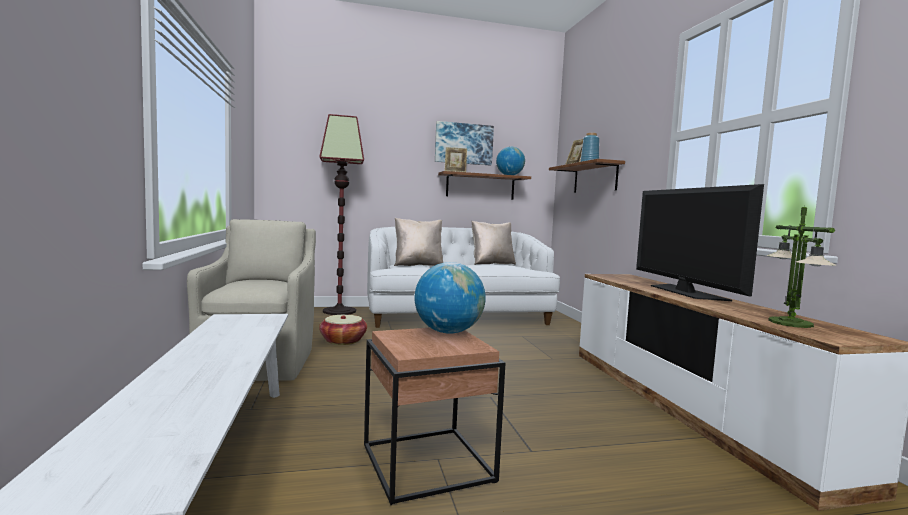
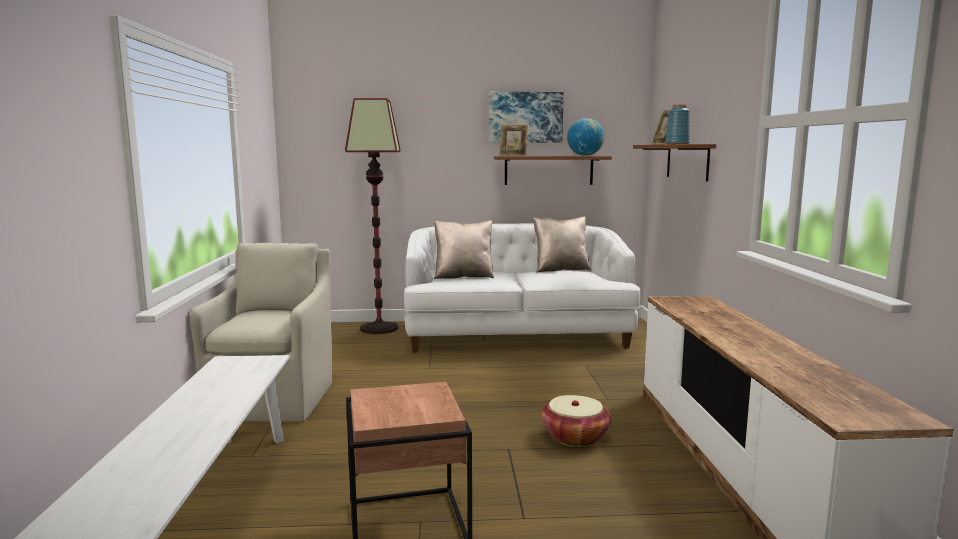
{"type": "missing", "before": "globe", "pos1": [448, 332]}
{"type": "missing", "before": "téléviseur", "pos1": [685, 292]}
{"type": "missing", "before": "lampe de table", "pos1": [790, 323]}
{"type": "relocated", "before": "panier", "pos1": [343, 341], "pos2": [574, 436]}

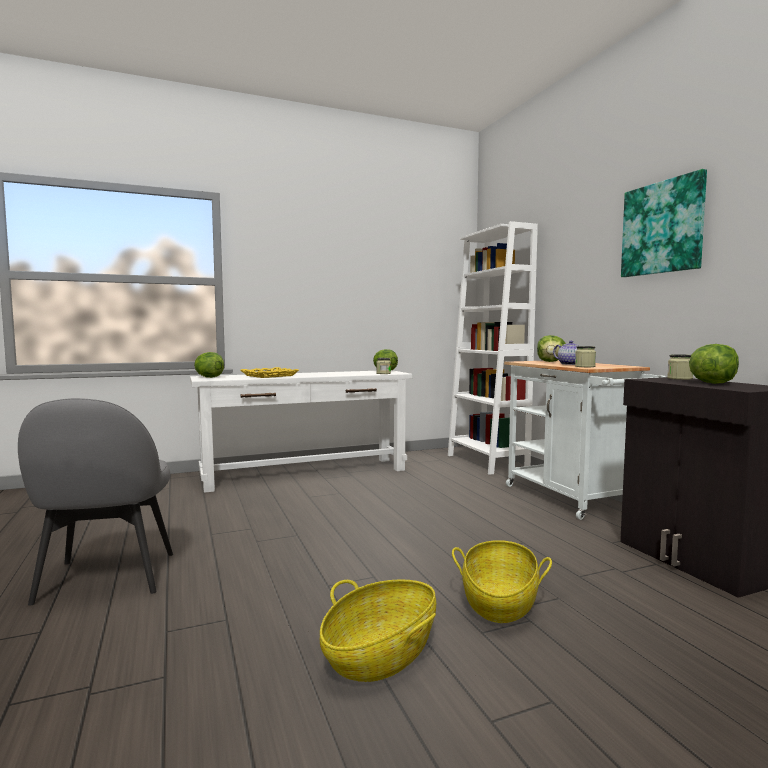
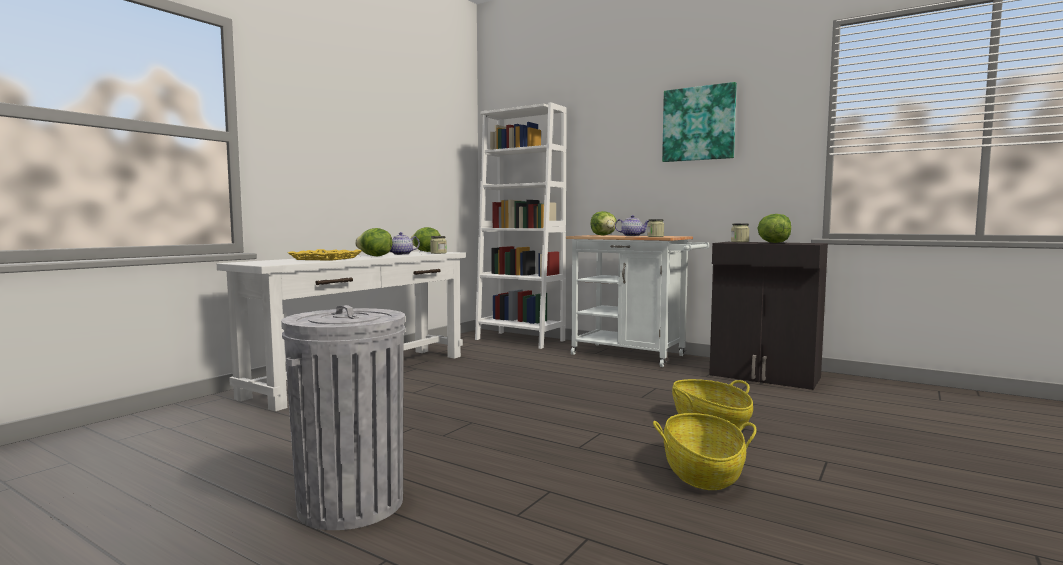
{"type": "appeared", "after": "théière", "pos2": [400, 254]}
{"type": "relocated", "before": "laitue", "pos1": [208, 377], "pos2": [375, 256]}
{"type": "exchanged", "before": "chaise (gris)", "after": "poubelle (gris)", "pos1": [106, 579], "pos2": [351, 504]}

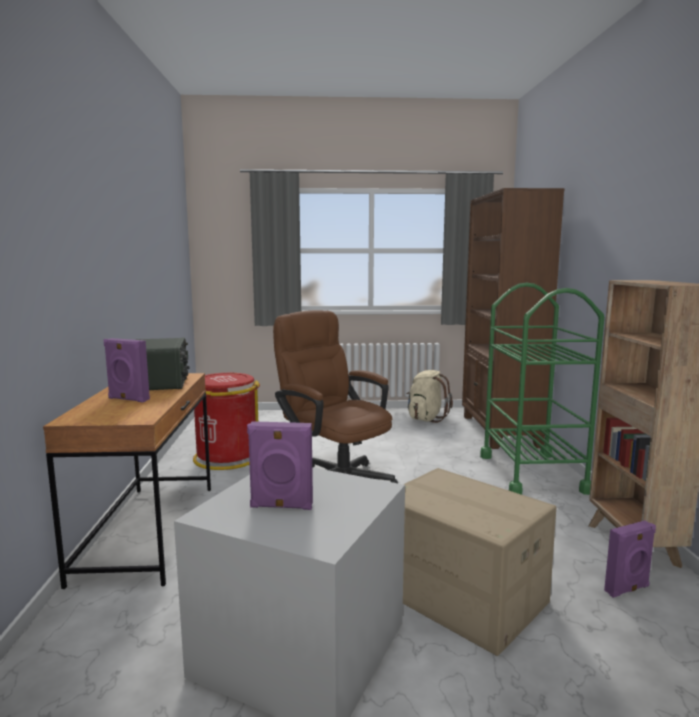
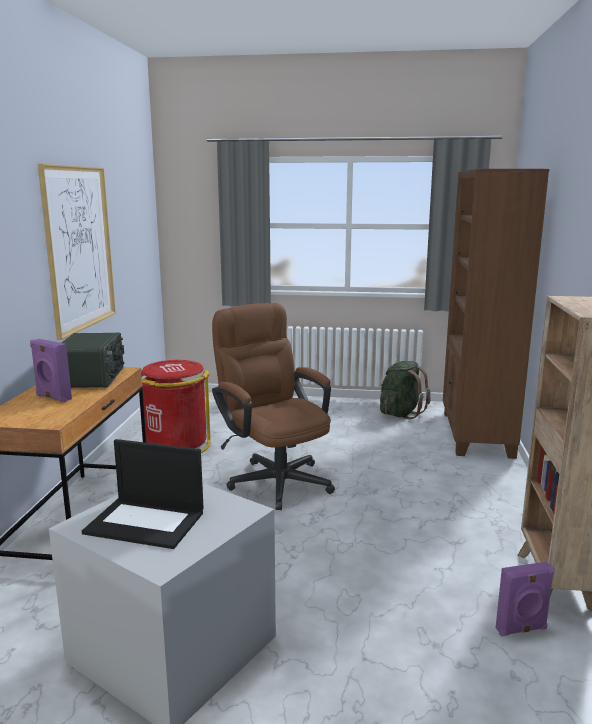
{"type": "missing", "before": "carton", "pos1": [460, 596]}
{"type": "missing", "before": "chariot (vert)", "pos1": [532, 473]}
{"type": "appeared", "after": "tableau", "pos2": [79, 248]}
{"type": "exchanged", "before": "enceinte (violet)", "after": "ordinateur portable", "pos1": [281, 506], "pos2": [147, 522]}
{"type": "colour", "before": "sac à dos (beige)", "after": "sac à dos (vert)", "pos1": [426, 418], "pos2": [400, 413]}

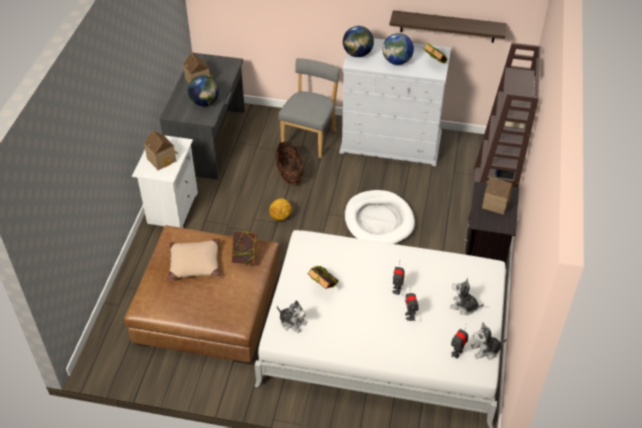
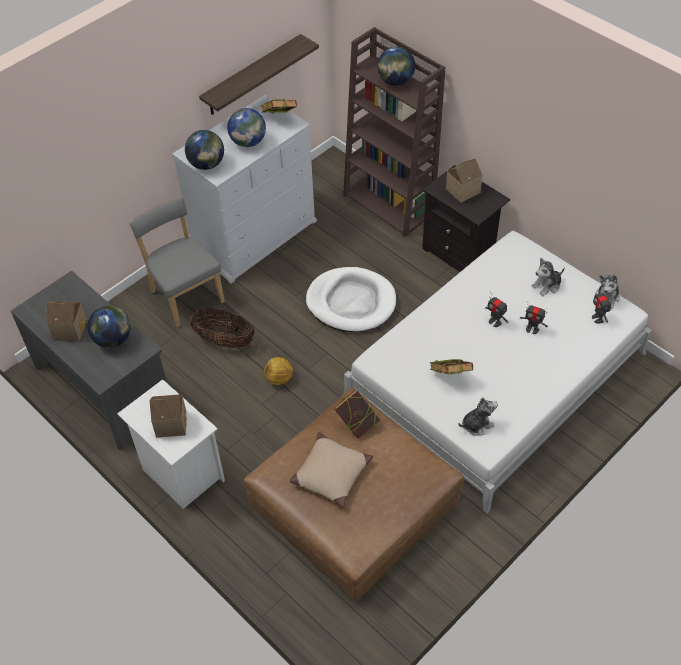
{"type": "appeared", "after": "globe", "pos2": [395, 81]}

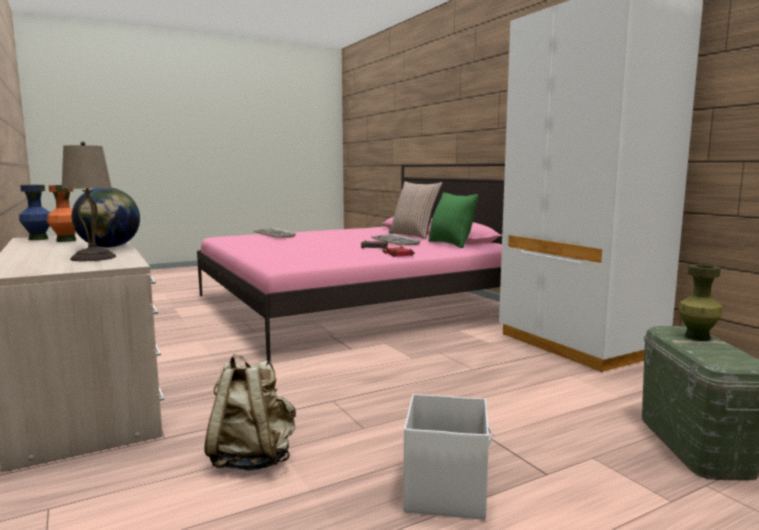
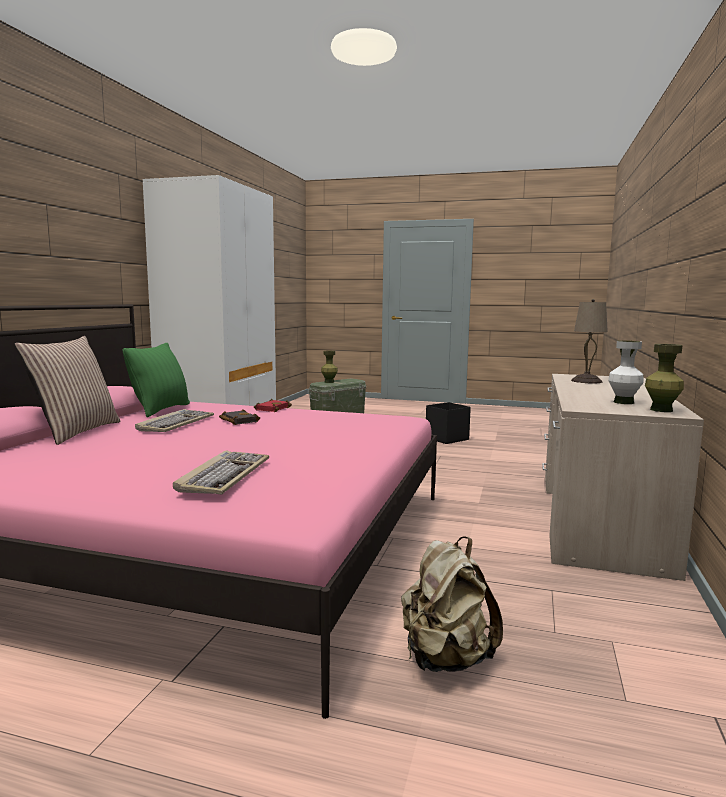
{"type": "missing", "before": "globe", "pos1": [109, 247]}
{"type": "relocated", "before": "sac à dos (beige)", "pos1": [252, 458], "pos2": [445, 659]}
{"type": "colour", "before": "vase (bleu)", "after": "vase (vert)", "pos1": [38, 239], "pos2": [661, 410]}
{"type": "colour", "before": "vase (orange)", "after": "vase (blanc)", "pos1": [66, 240], "pos2": [623, 402]}
{"type": "colour", "before": "boîte de rangement (blanc)", "after": "boîte de rangement (noir)", "pos1": [446, 491], "pos2": [446, 439]}

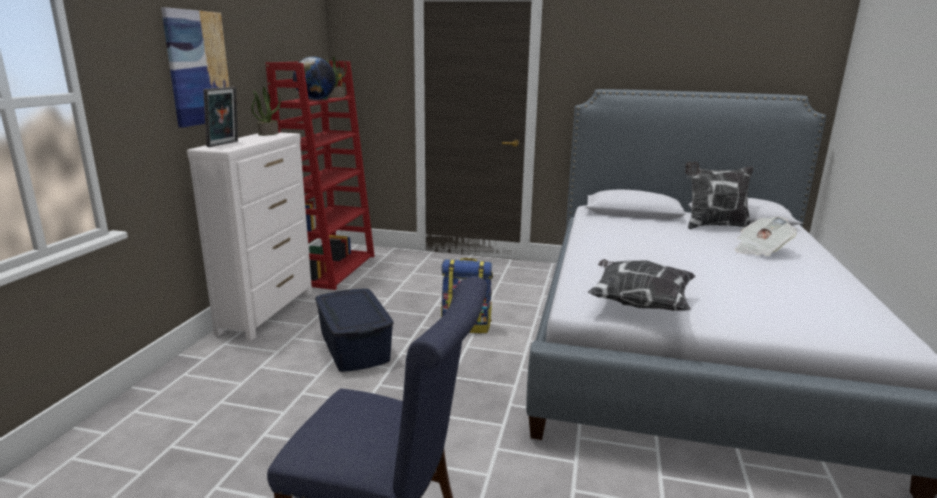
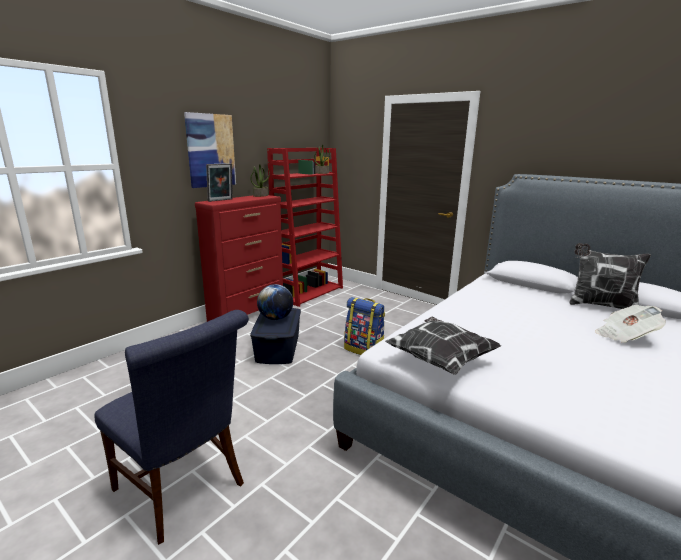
{"type": "relocated", "before": "globe", "pos1": [315, 100], "pos2": [275, 318]}
{"type": "colour", "before": "commode (blanc)", "after": "commode (rouge)", "pos1": [268, 311], "pos2": [247, 313]}

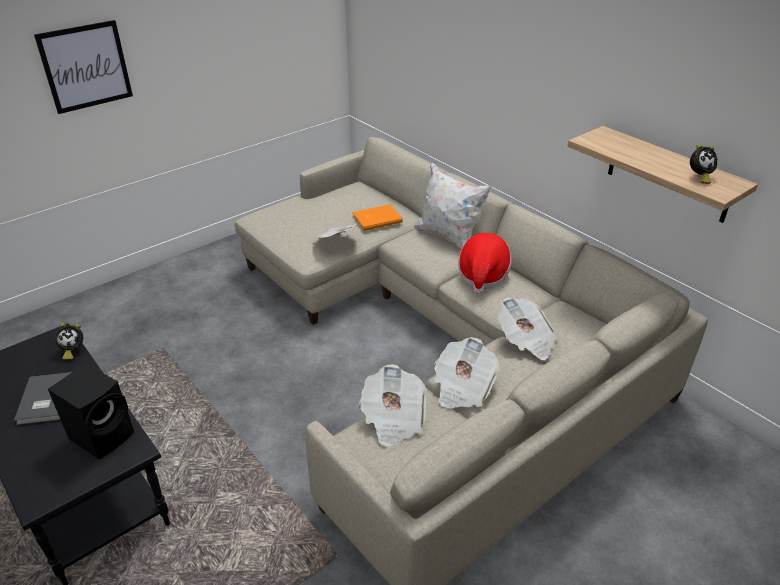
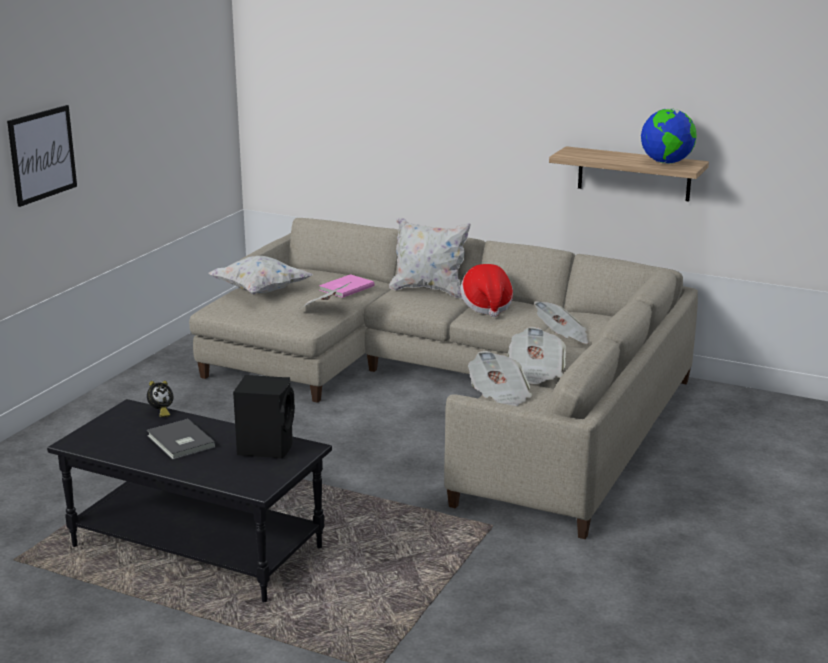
{"type": "appeared", "after": "coussin (blanc)", "pos2": [260, 291]}
{"type": "exchanged", "before": "réveil", "after": "globe", "pos1": [698, 177], "pos2": [666, 163]}
{"type": "colour", "before": "livre (orange)", "after": "livre (rose)", "pos1": [376, 218], "pos2": [345, 288]}

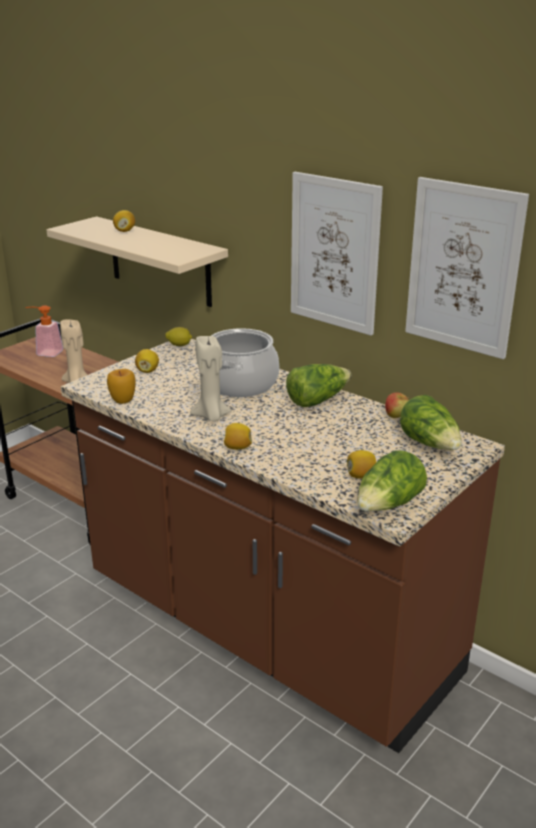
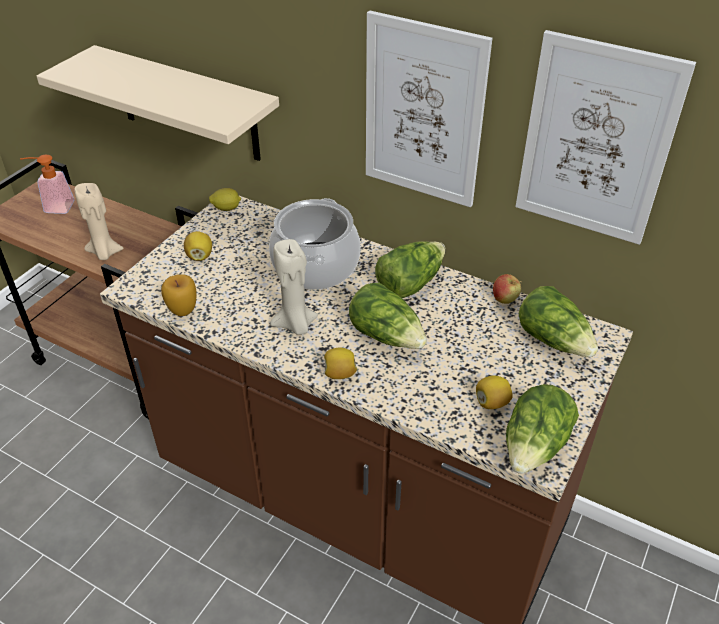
{"type": "missing", "before": "citron", "pos1": [124, 231]}
{"type": "appeared", "after": "laitue", "pos2": [387, 336]}

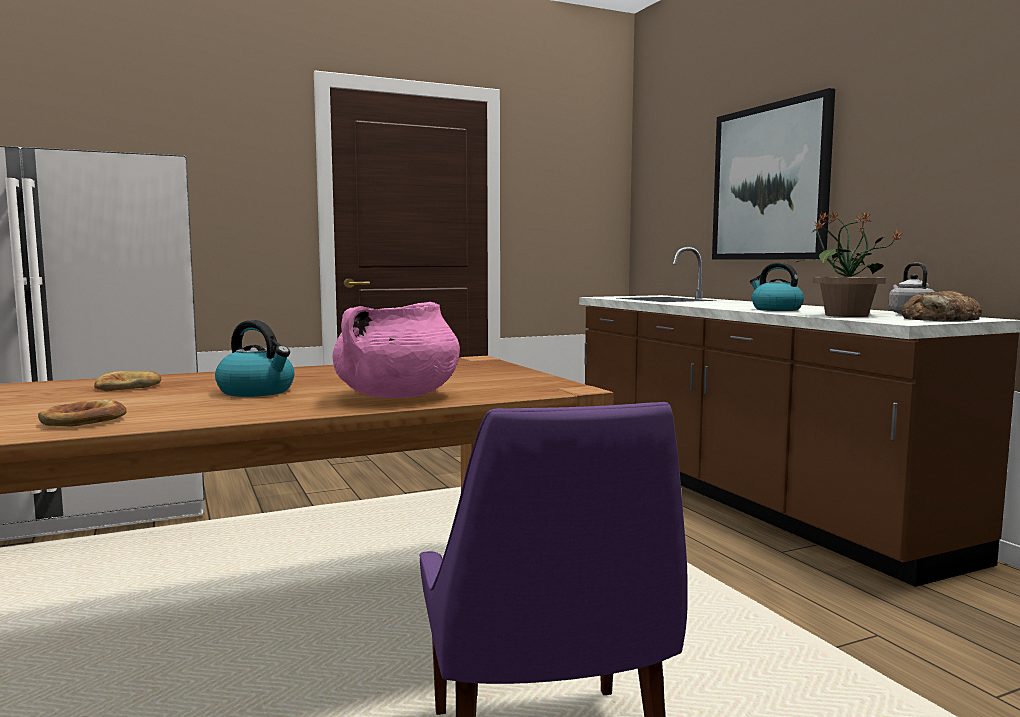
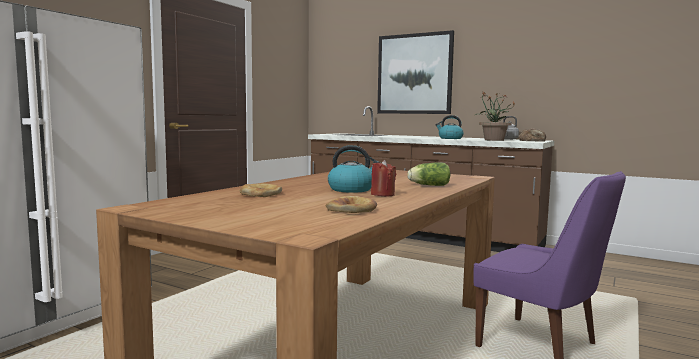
{"type": "appeared", "after": "bougie (rouge)", "pos2": [382, 194]}
{"type": "exchanged", "before": "marmite (rose)", "after": "laitue", "pos1": [397, 396], "pos2": [428, 185]}

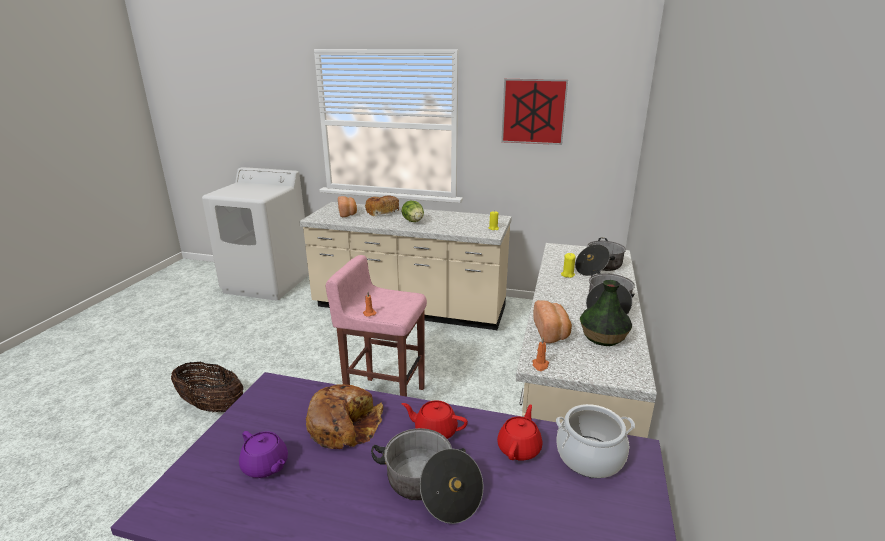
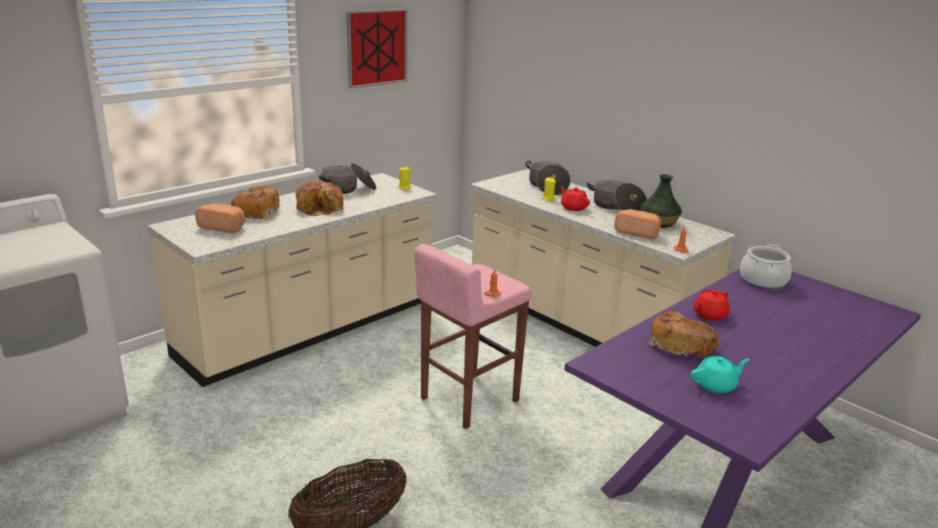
{"type": "relocated", "before": "marmite", "pos1": [430, 487], "pos2": [348, 189]}
{"type": "relocated", "before": "théière (rouge)", "pos1": [519, 448], "pos2": [573, 208]}
{"type": "exchanged", "before": "laitue", "after": "pain", "pos1": [413, 221], "pos2": [320, 208]}
{"type": "colour", "before": "théière (violet)", "after": "théière (turquoise)", "pos1": [265, 466], "pos2": [716, 385]}

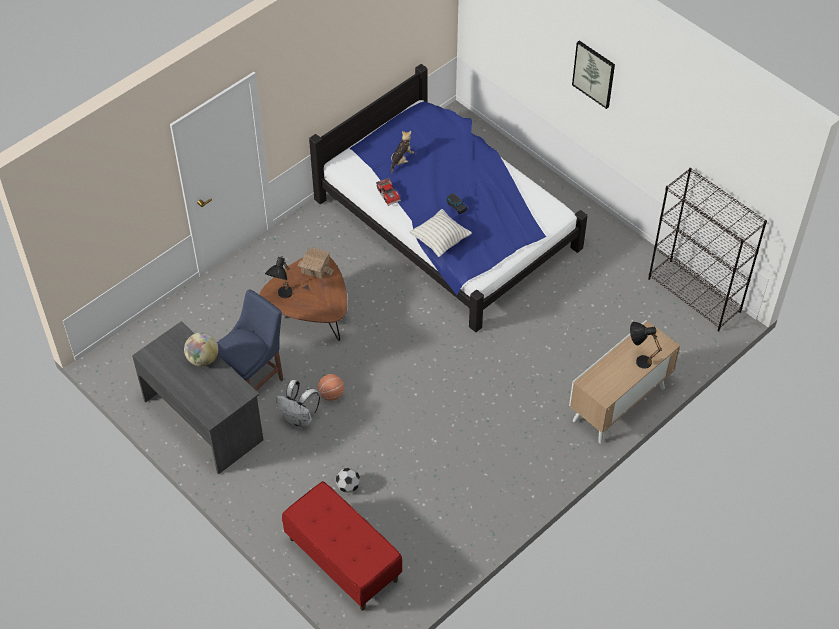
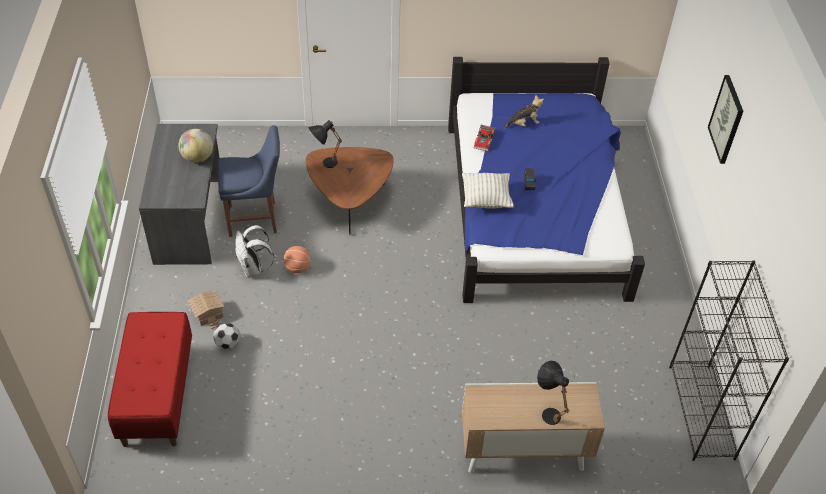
{"type": "relocated", "before": "maison miniature", "pos1": [315, 267], "pos2": [208, 313]}

